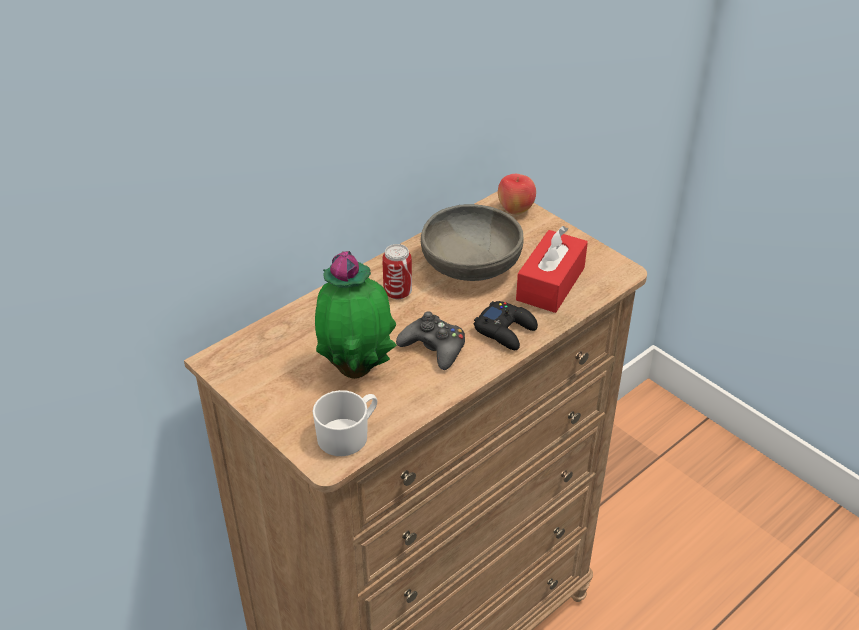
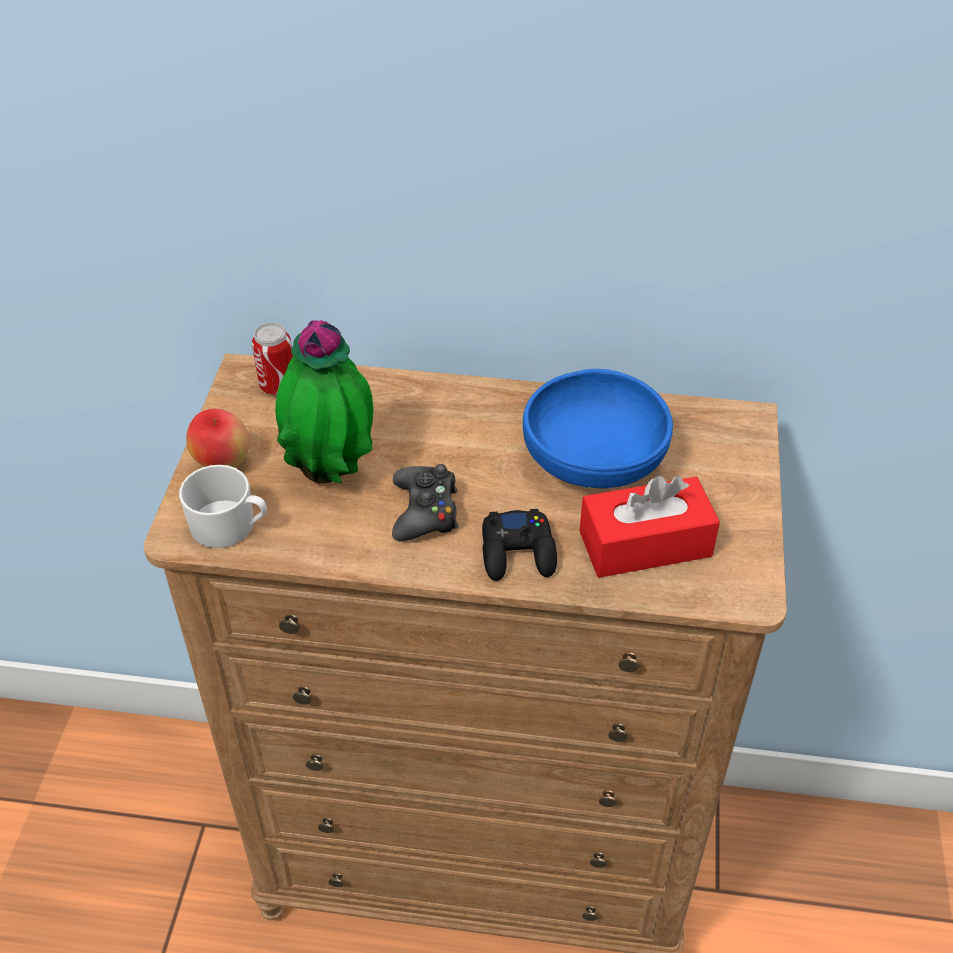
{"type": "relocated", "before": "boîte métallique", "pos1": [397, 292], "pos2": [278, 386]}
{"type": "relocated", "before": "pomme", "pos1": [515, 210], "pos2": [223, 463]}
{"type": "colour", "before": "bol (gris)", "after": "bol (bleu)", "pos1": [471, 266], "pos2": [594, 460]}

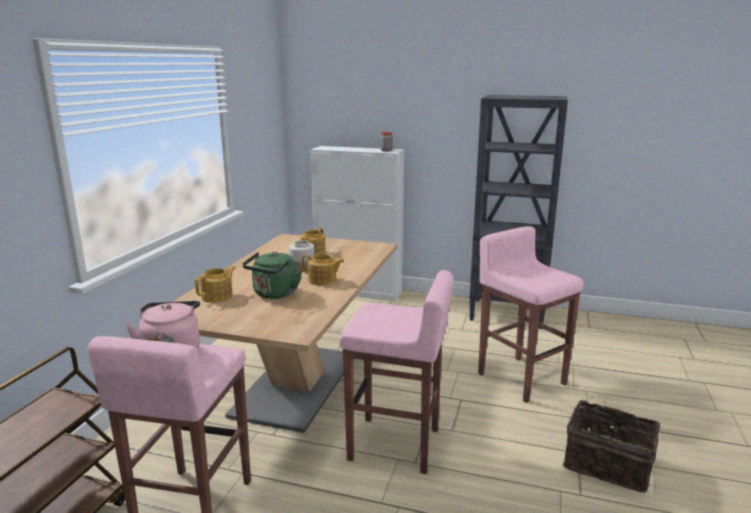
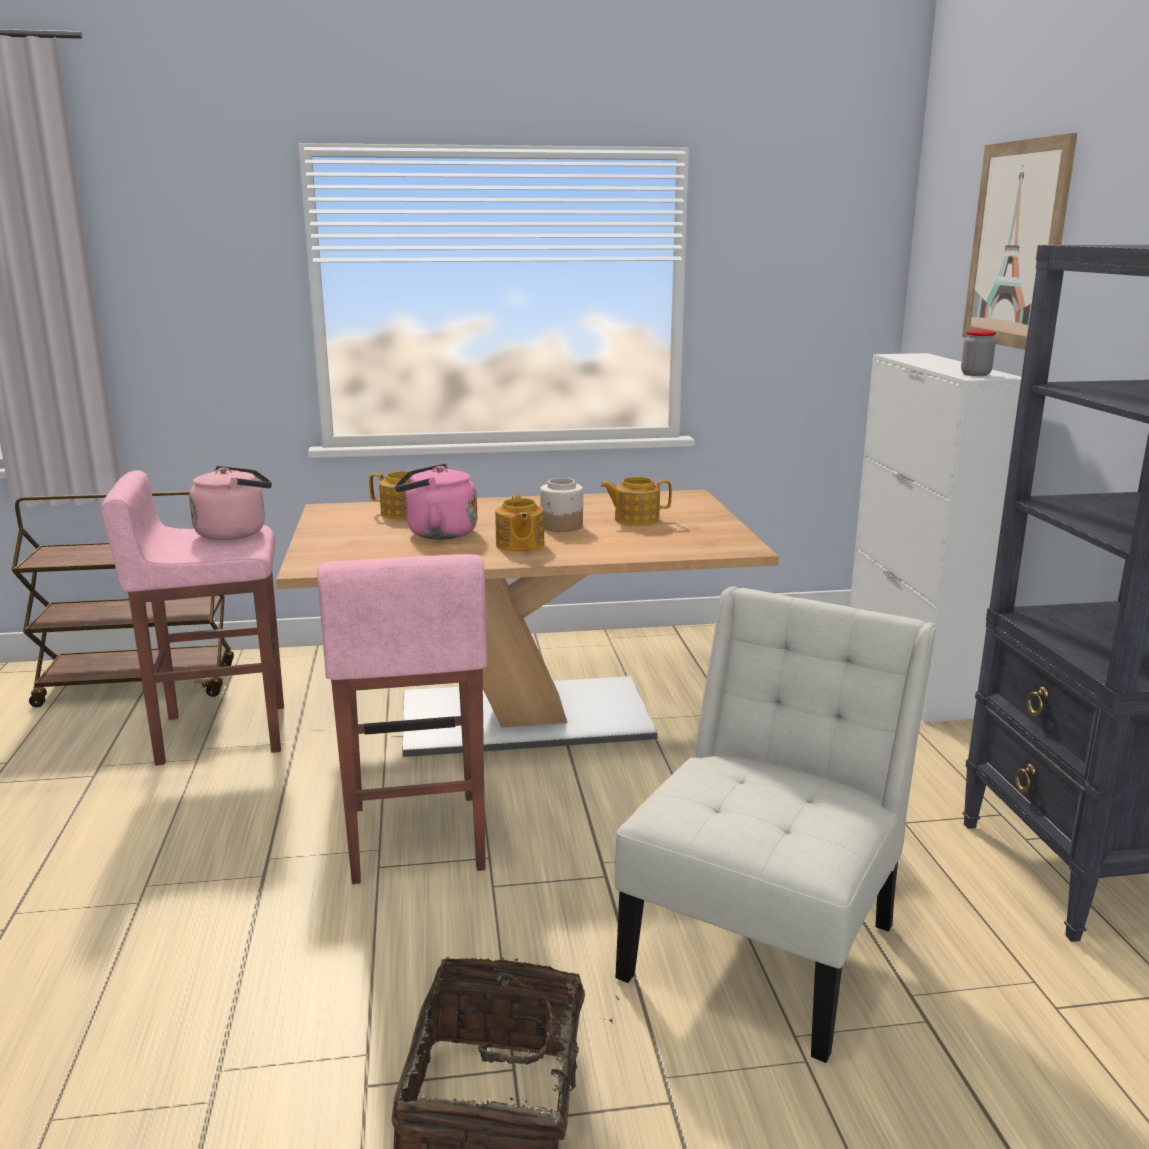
{"type": "appeared", "after": "tableau", "pos2": [1016, 245]}
{"type": "exchanged", "before": "tabouret (rose)", "after": "chaise (blanc)", "pos1": [521, 378], "pos2": [766, 941]}
{"type": "colour", "before": "bouilloire (vert)", "after": "bouilloire (rose)", "pos1": [274, 294], "pos2": [437, 533]}

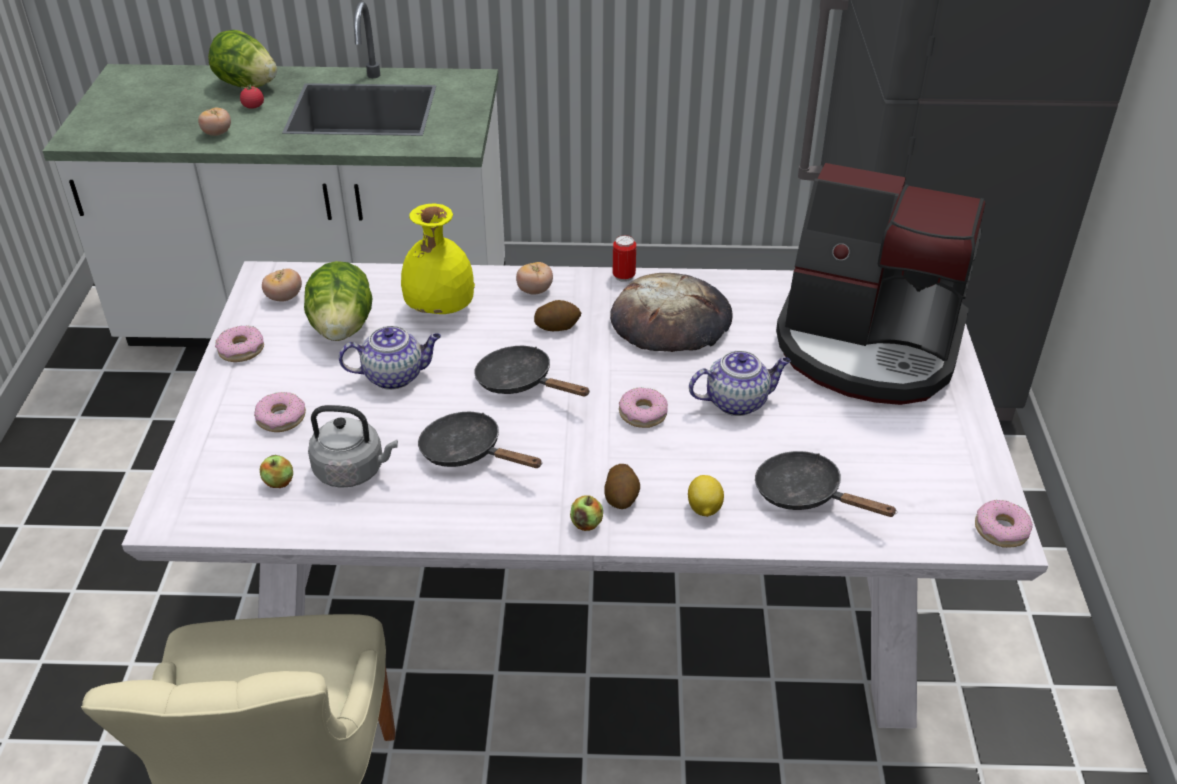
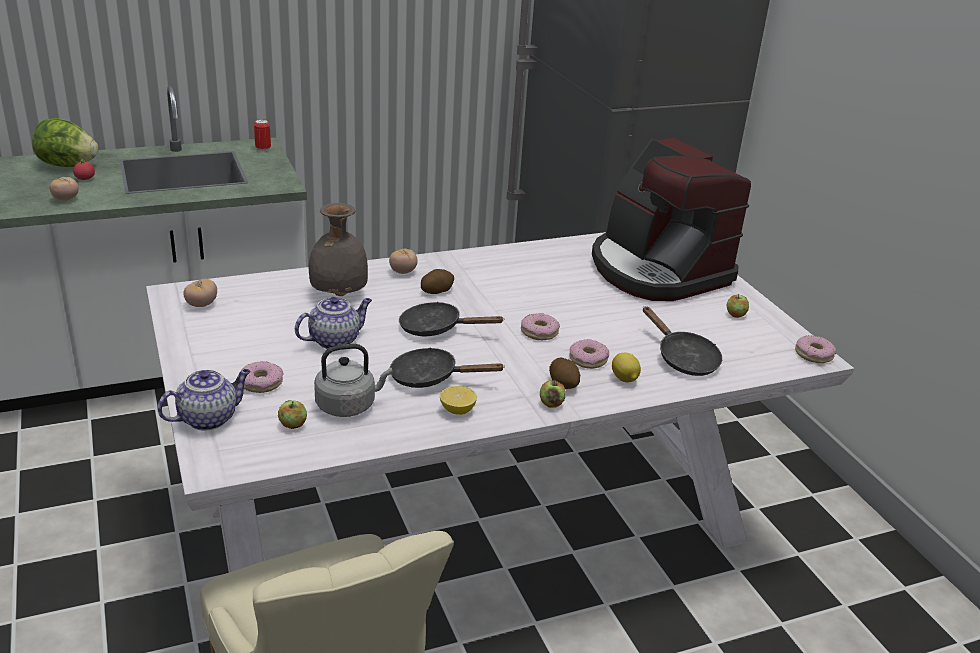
{"type": "missing", "before": "laitue", "pos1": [342, 328]}
{"type": "missing", "before": "pain", "pos1": [672, 321]}
{"type": "appeared", "after": "citron", "pos2": [457, 410]}
{"type": "appeared", "after": "pomme", "pos2": [735, 314]}
{"type": "relocated", "before": "beignet", "pos1": [241, 350], "pos2": [588, 359]}
{"type": "relocated", "before": "boîte métallique", "pos1": [623, 276], "pos2": [263, 149]}
{"type": "relocated", "before": "théière", "pos1": [737, 401], "pos2": [209, 418]}
{"type": "colour", "before": "vase (jaune)", "after": "vase (gris)", "pos1": [439, 309], "pos2": [337, 293]}
{"type": "spun", "before": "poêle (noir)", "pos1": [805, 495], "pos2": [683, 358], "turn": -135}
{"type": "spun", "before": "machine à café", "pos1": [868, 346], "pos2": [657, 270], "turn": 60}

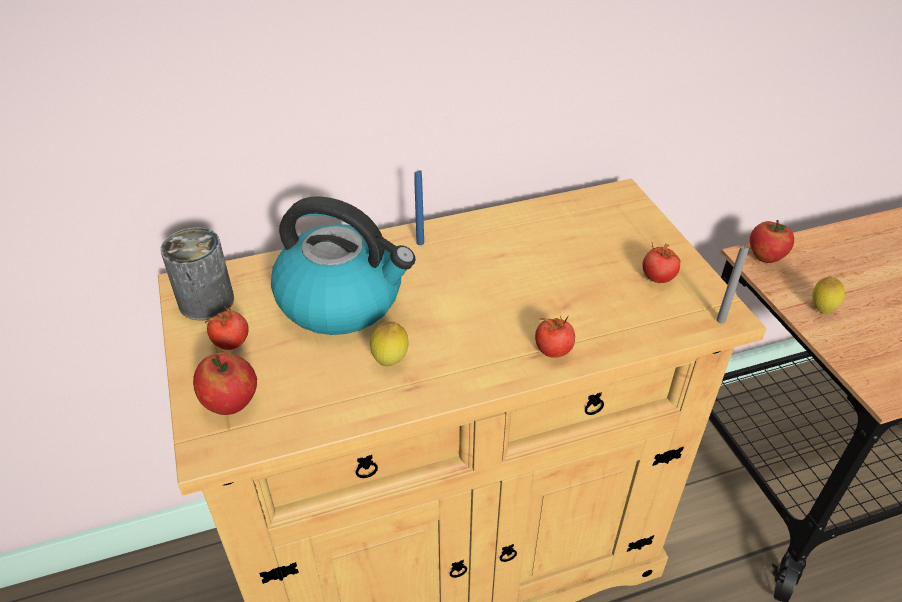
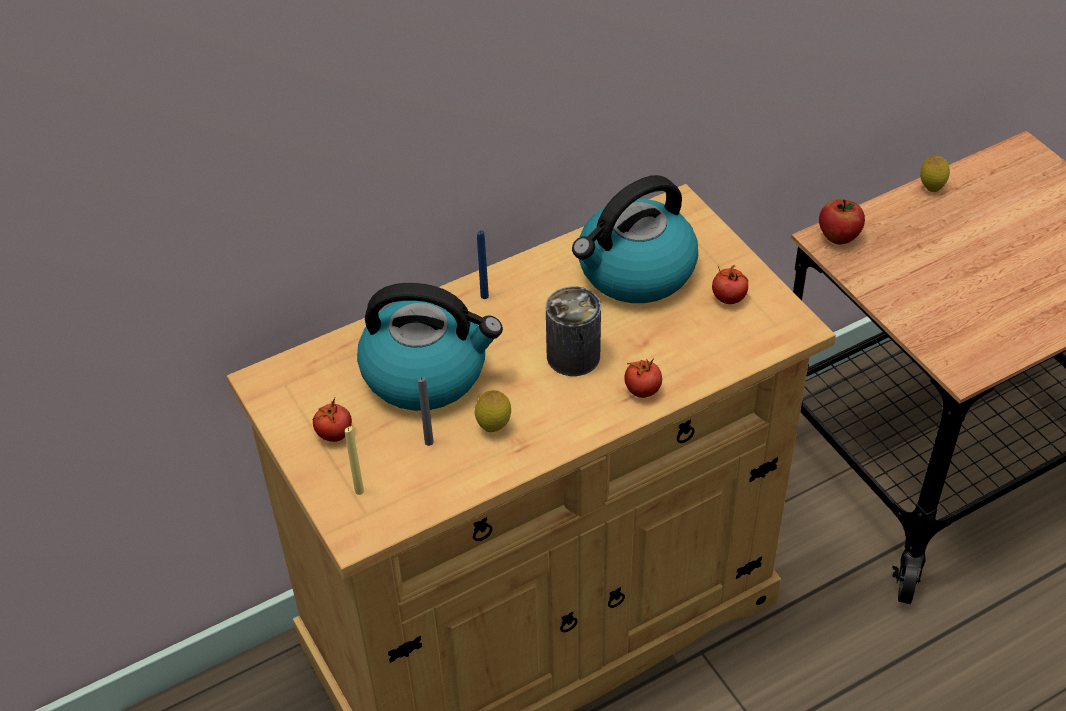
{"type": "appeared", "after": "bouilloire", "pos2": [635, 272]}
{"type": "relocated", "before": "boîte métallique", "pos1": [206, 301], "pos2": [573, 356]}
{"type": "relocated", "before": "bougie (gris)", "pos1": [720, 320], "pos2": [429, 442]}
{"type": "relocated", "before": "citron", "pos1": [821, 309], "pos2": [931, 188]}
{"type": "exchanged", "before": "pomme", "after": "bougie (jaune)", "pos1": [231, 403], "pos2": [359, 491]}

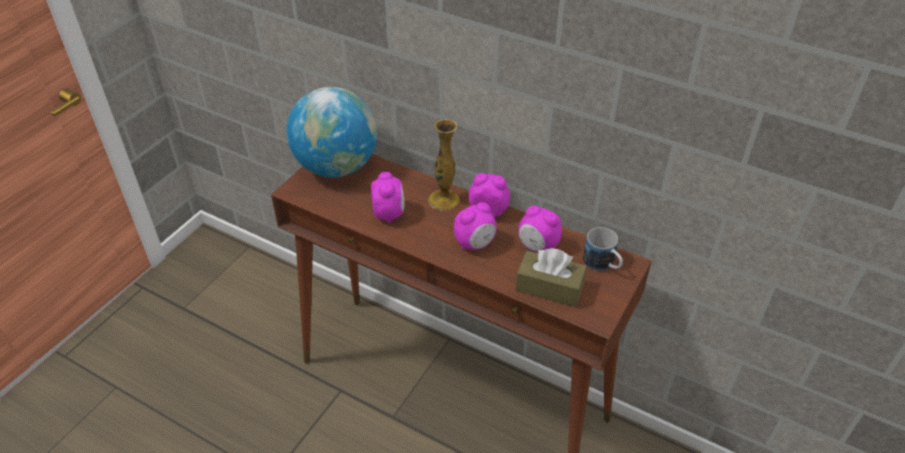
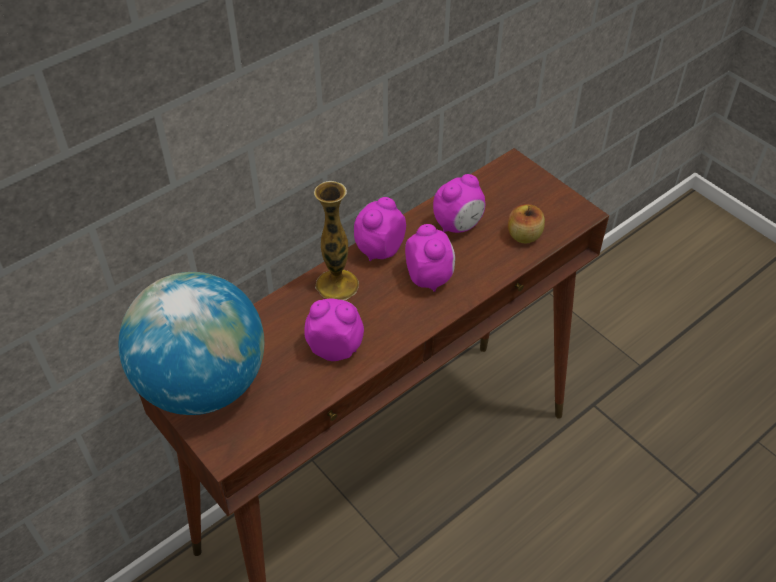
{"type": "missing", "before": "mug", "pos1": [603, 265]}
{"type": "exchanged", "before": "boîte à mouchoirs (marron)", "after": "pomme", "pos1": [549, 287], "pos2": [524, 236]}

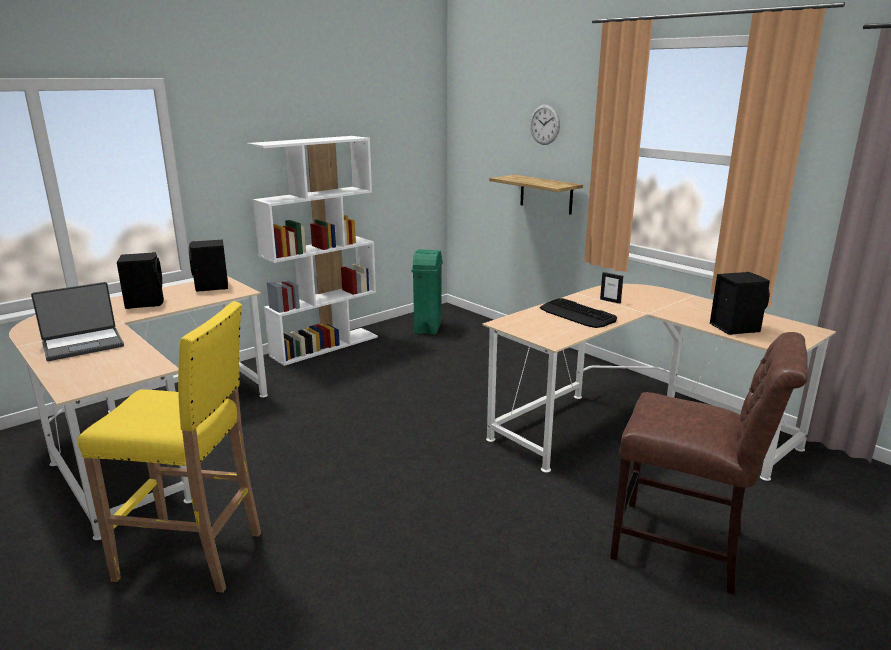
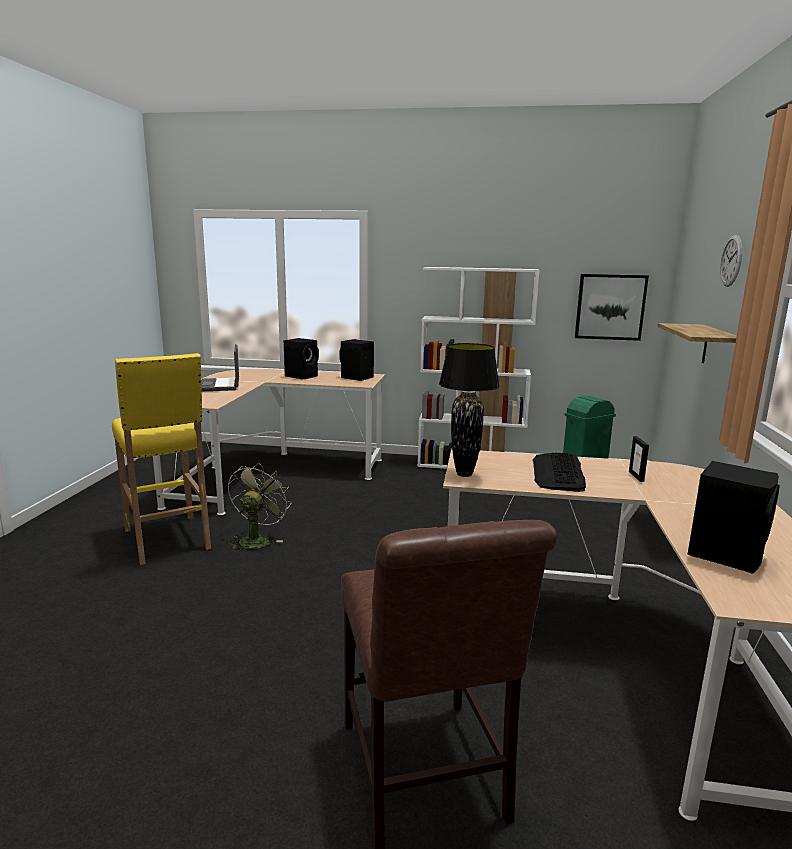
{"type": "appeared", "after": "ventilateur (vert)", "pos2": [257, 539]}
{"type": "appeared", "after": "lampe de table (noir)", "pos2": [465, 474]}
{"type": "appeared", "after": "tableau", "pos2": [610, 307]}
{"type": "spun", "before": "ordinateur portable", "pos1": [83, 345], "pos2": [221, 386], "turn": 60}

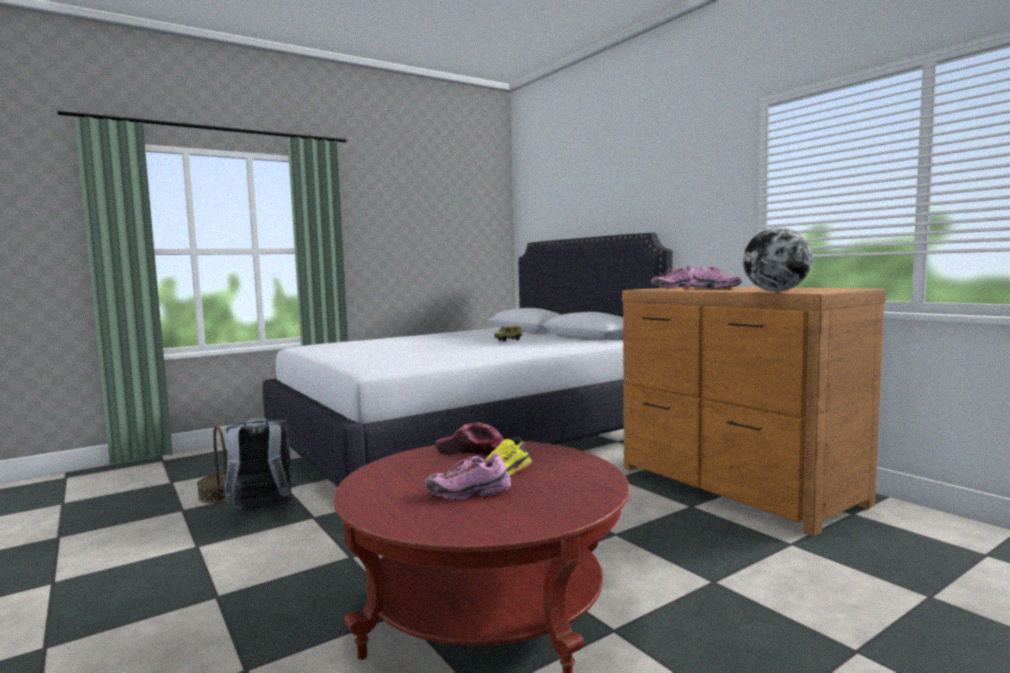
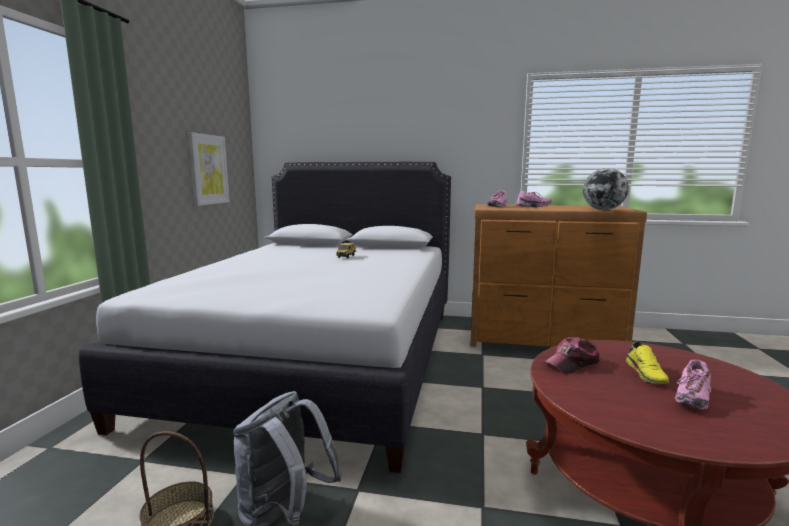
{"type": "appeared", "after": "tableau", "pos2": [208, 169]}

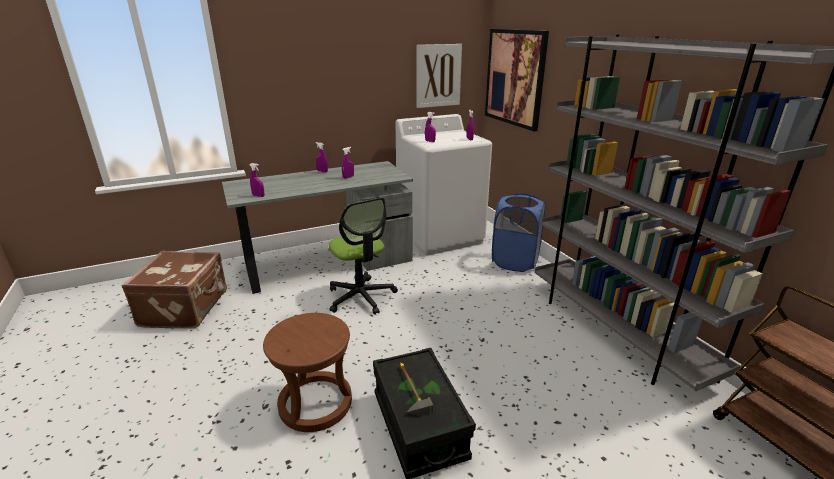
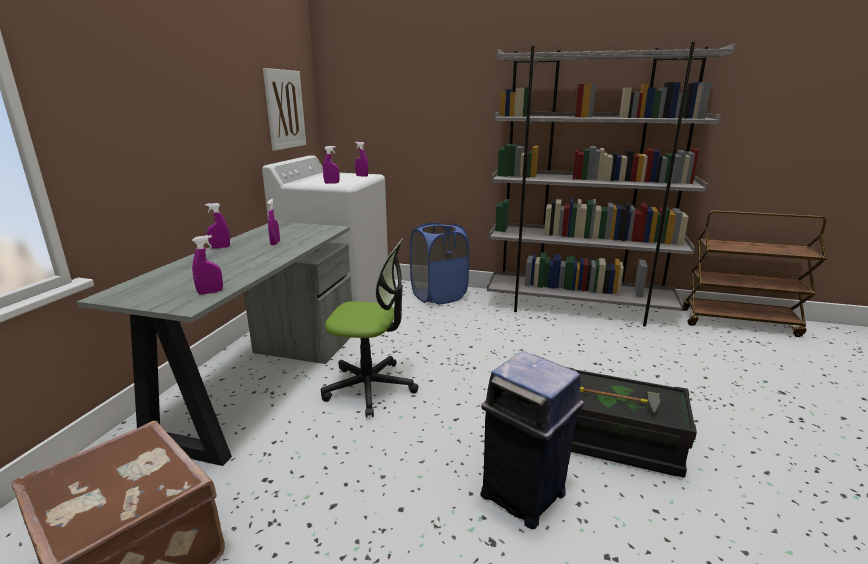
{"type": "missing", "before": "tableau", "pos1": [514, 78]}
{"type": "exchanged", "before": "tabouret (marron)", "after": "poubelle (bleu)", "pos1": [315, 403], "pos2": [524, 495]}

